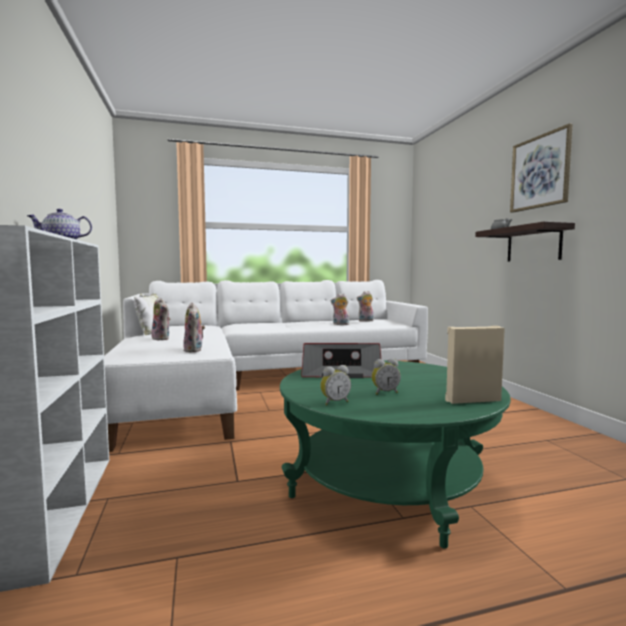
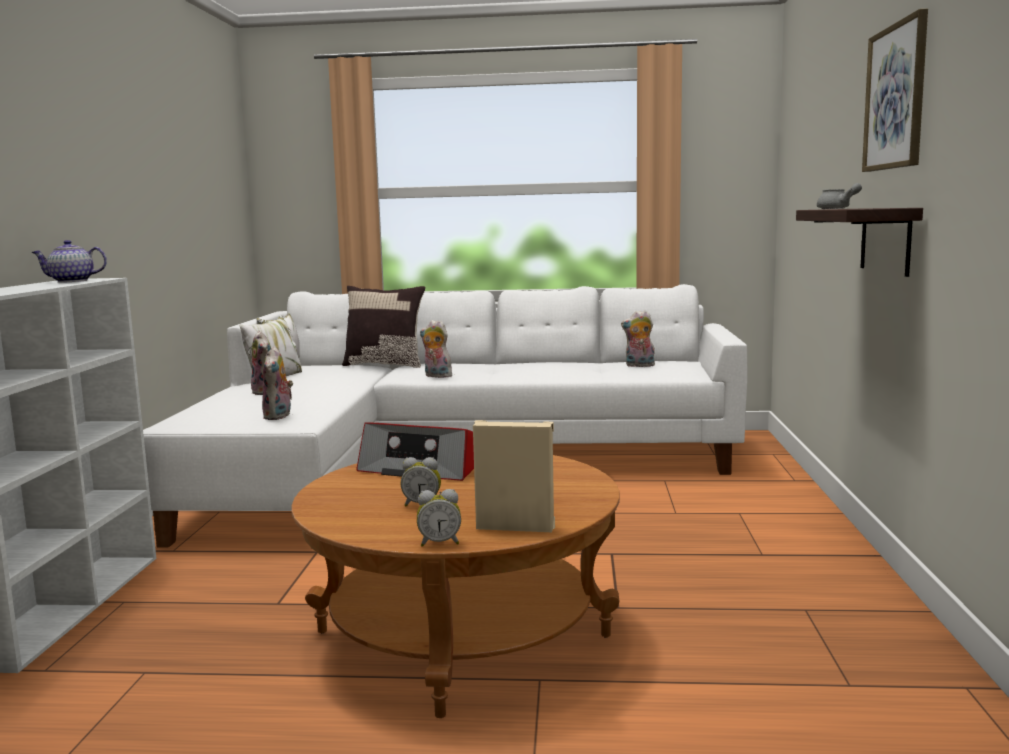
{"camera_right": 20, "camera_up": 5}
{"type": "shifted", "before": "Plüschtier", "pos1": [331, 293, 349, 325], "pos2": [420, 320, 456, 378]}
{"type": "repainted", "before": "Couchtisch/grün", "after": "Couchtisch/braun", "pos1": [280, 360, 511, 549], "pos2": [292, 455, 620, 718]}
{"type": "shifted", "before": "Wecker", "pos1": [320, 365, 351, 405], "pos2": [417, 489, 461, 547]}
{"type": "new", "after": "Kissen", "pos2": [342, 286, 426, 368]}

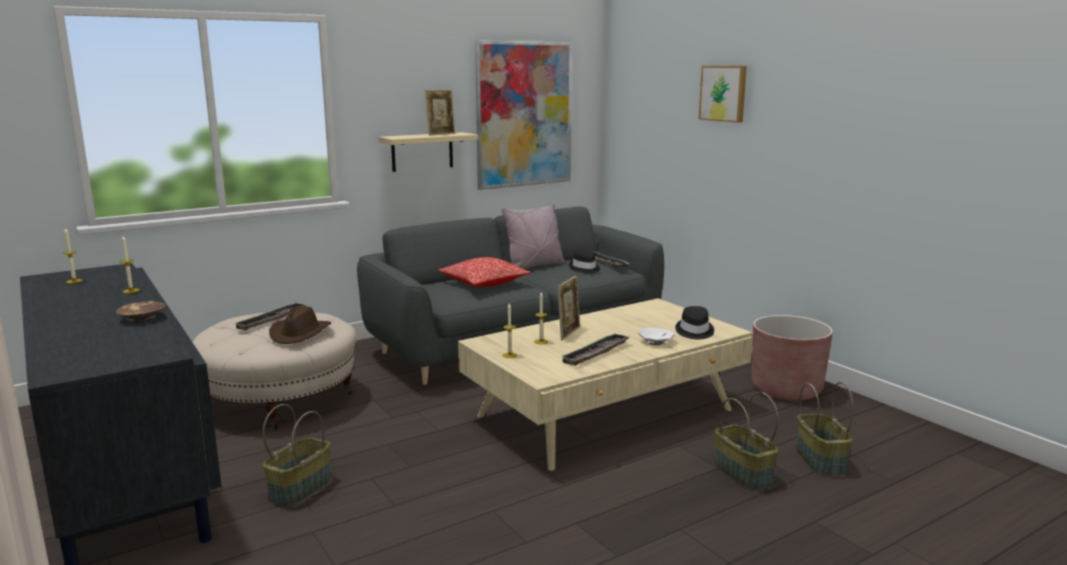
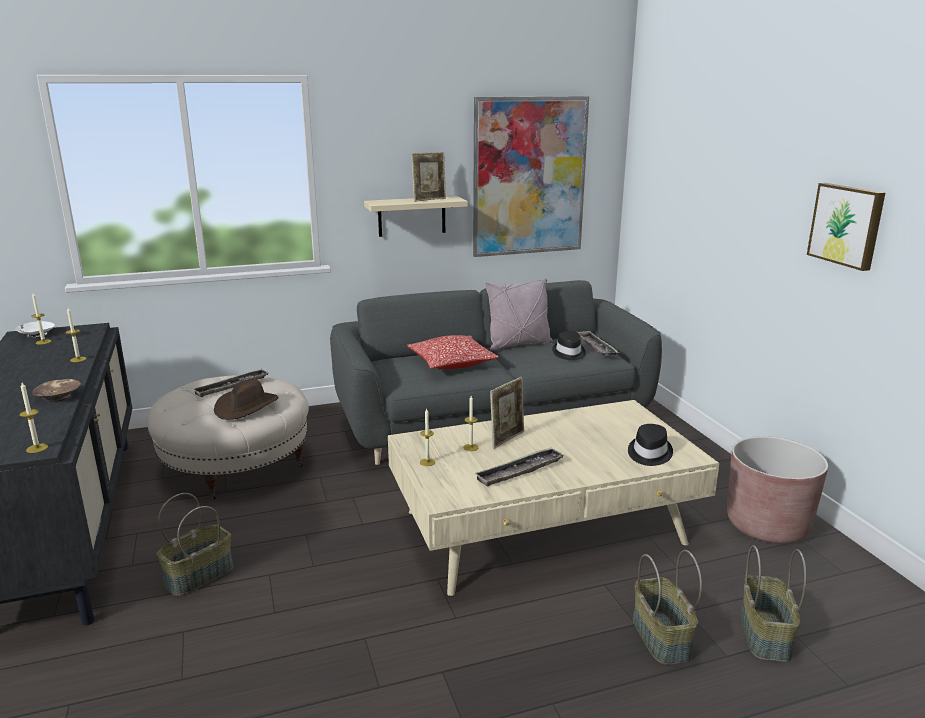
{"camera_right": 15, "camera_up": 5}
{"type": "shifted", "before": "Bild", "pos1": [699, 66, 747, 123], "pos2": [807, 183, 885, 271]}
{"type": "shifted", "before": "Schüssel/weiß", "pos1": [638, 327, 675, 345], "pos2": [15, 321, 55, 338]}
{"type": "new", "after": "Kerze", "pos2": [20, 382, 48, 453]}

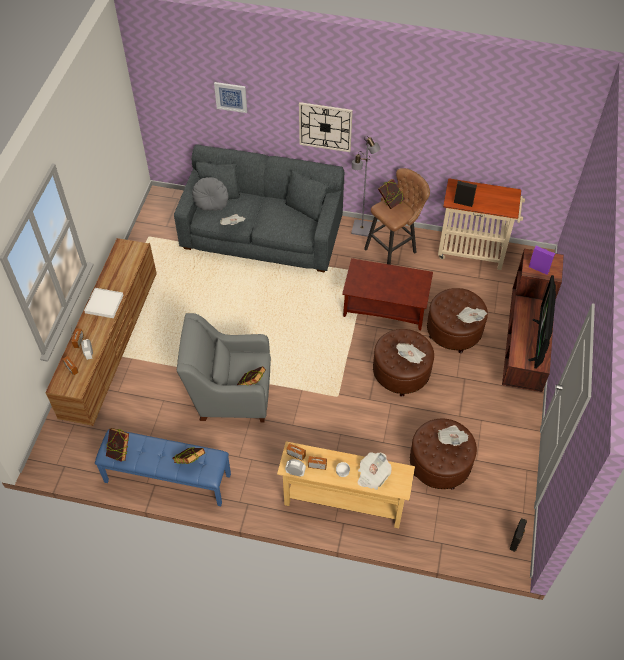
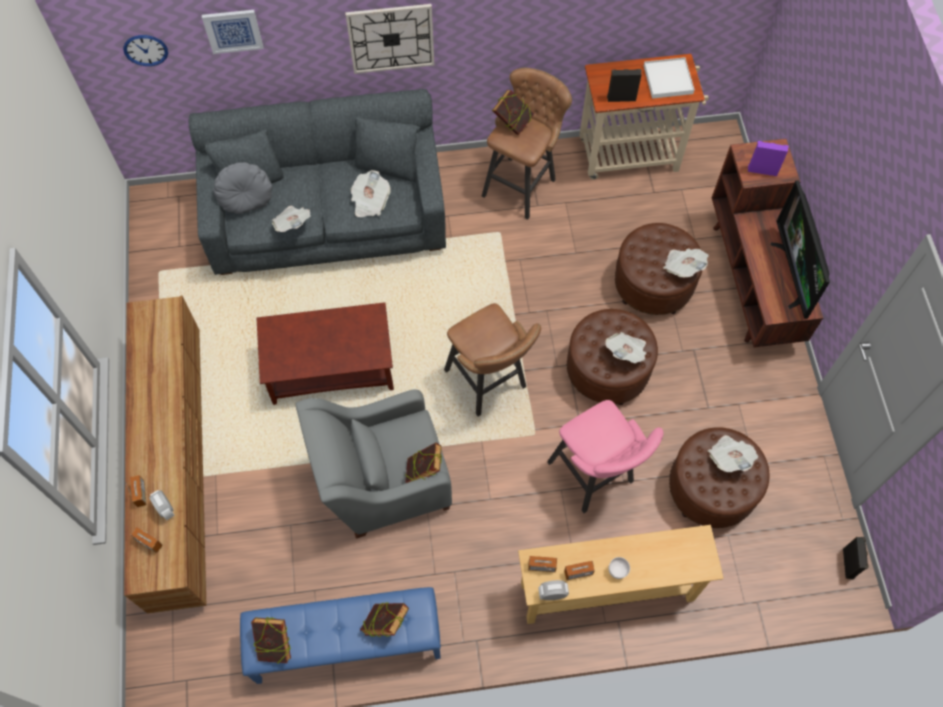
{"camera_right": -20, "camera_up": 10}
{"type": "gone", "before": "Stehlampe/grau", "pos1": [351, 136, 381, 237]}
{"type": "shifted", "before": "Couchtisch/braun", "pos1": [342, 258, 433, 330], "pos2": [256, 302, 394, 405]}
{"type": "shifted", "before": "Tablett/weiß", "pos1": [84, 288, 124, 318], "pos2": [644, 57, 695, 99]}
{"type": "shifted", "before": "Zeitung", "pos1": [357, 452, 392, 490], "pos2": [351, 170, 391, 217]}
{"type": "new", "after": "Wanduhr", "pos2": [123, 35, 168, 66]}
{"type": "new", "after": "Hocker/braun", "pos2": [444, 303, 541, 416]}
{"type": "new", "after": "Hocker/rosa", "pos2": [547, 400, 664, 513]}

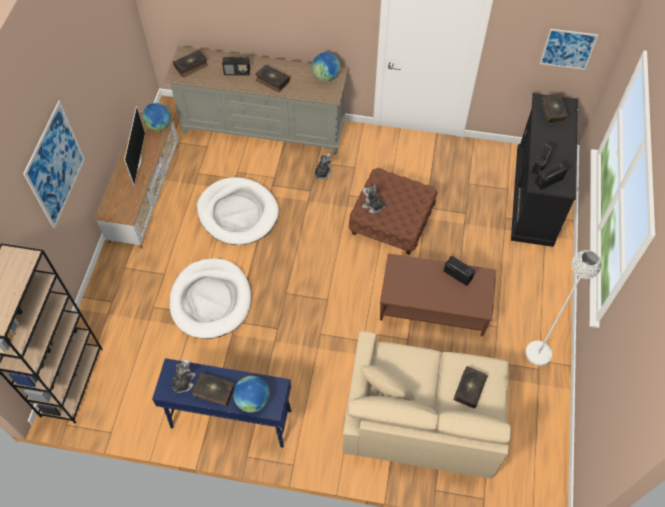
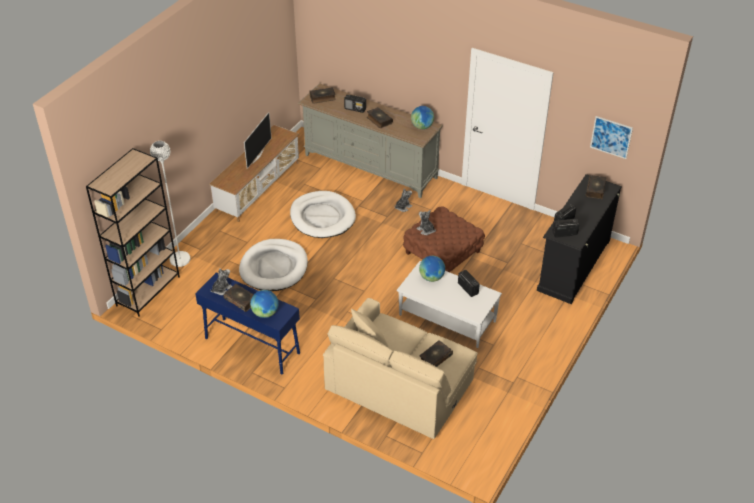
{"camera_right": 20, "camera_up": -15}
{"type": "gone", "before": "Bild", "pos1": [23, 101, 85, 229]}
{"type": "shifted", "before": "Globus", "pos1": [142, 103, 171, 131], "pos2": [419, 256, 445, 282]}
{"type": "shifted", "before": "Stehlampe/weiß", "pos1": [525, 250, 602, 366], "pos2": [150, 141, 190, 267]}
{"type": "repainted", "before": "Couchtisch/braun", "after": "Couchtisch/weiß", "pos1": [380, 253, 496, 337], "pos2": [397, 261, 502, 348]}

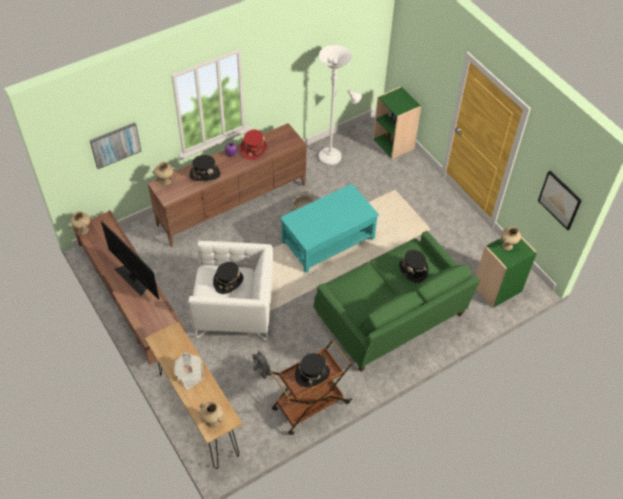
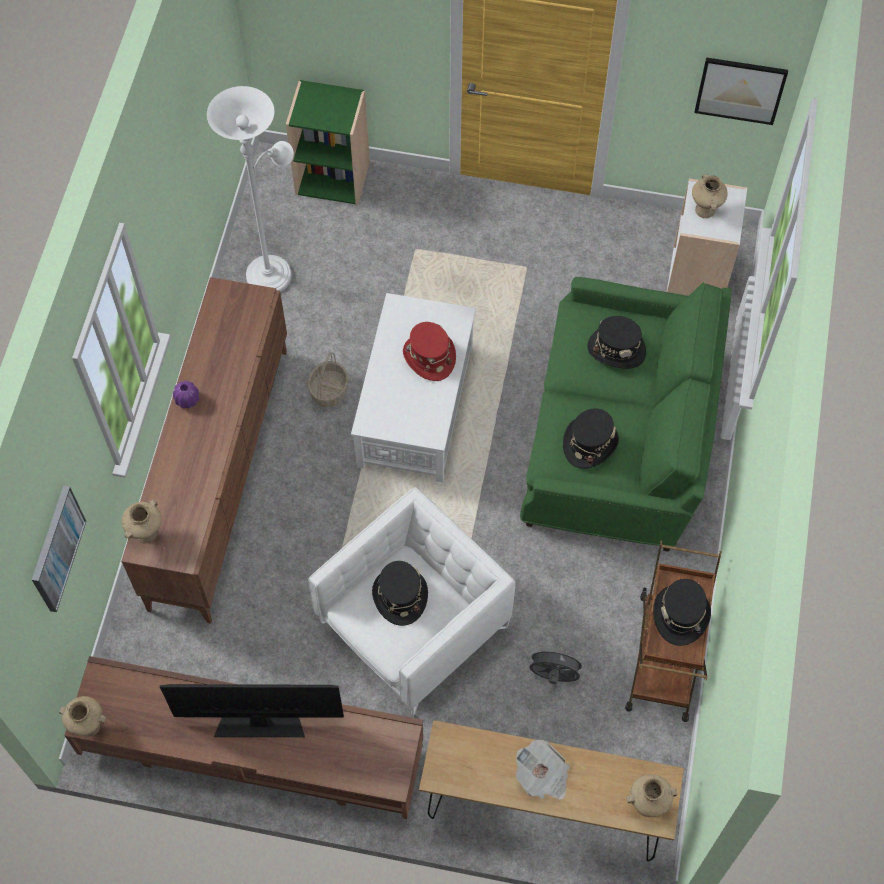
{"camera_right": -45, "camera_up": 10}
{"type": "shifted", "before": "Hut/rot", "pos1": [240, 130, 267, 160], "pos2": [403, 322, 456, 381]}
{"type": "shifted", "before": "Hut/schwarz", "pos1": [190, 155, 221, 181], "pos2": [563, 408, 619, 469]}
{"type": "repainted", "before": "Couchtisch/türkis", "after": "Couchtisch/weiß", "pos1": [280, 184, 379, 273], "pos2": [351, 293, 476, 482]}
{"type": "repainted", "before": "Bücherregal/grün", "after": "Bücherregal/weiß", "pos1": [476, 236, 537, 308], "pos2": [667, 178, 747, 296]}

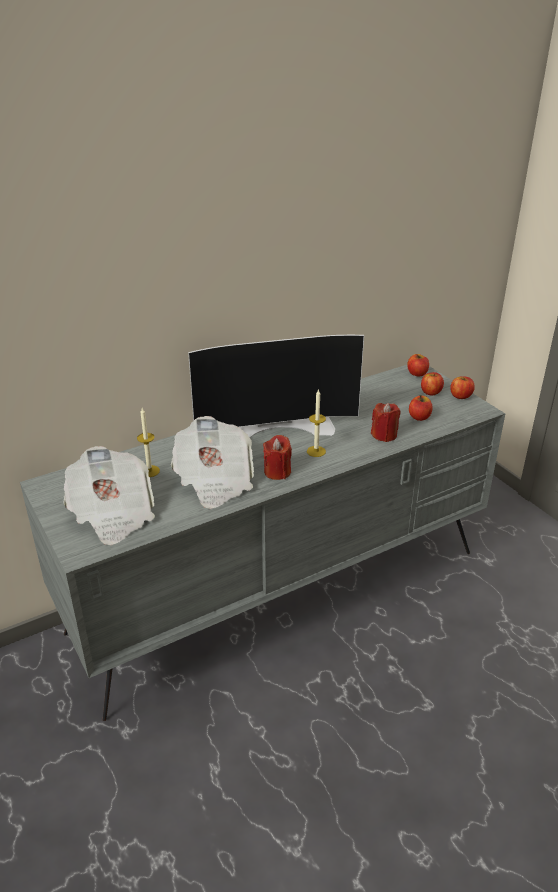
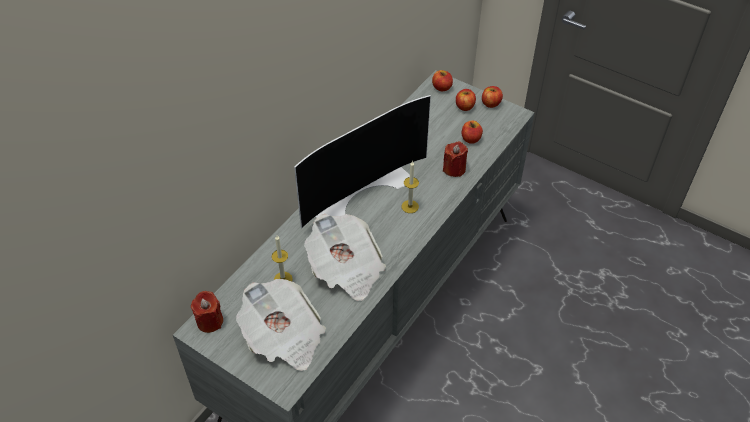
{"camera_right": -25, "camera_up": 15}
{"type": "shifted", "before": "Kerze/rot", "pos1": [263, 435, 292, 480], "pos2": [191, 291, 223, 333]}

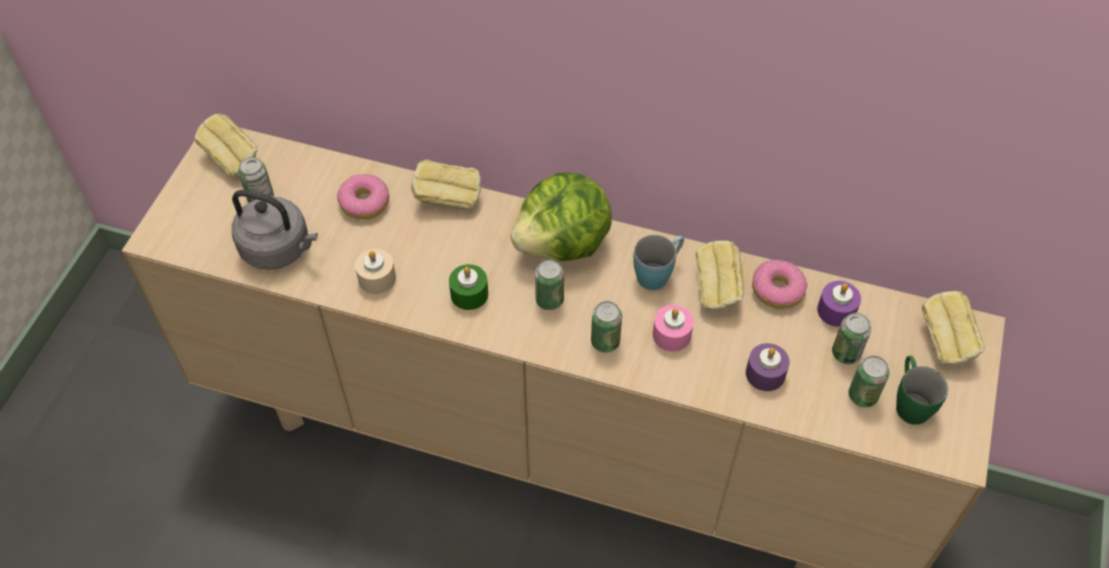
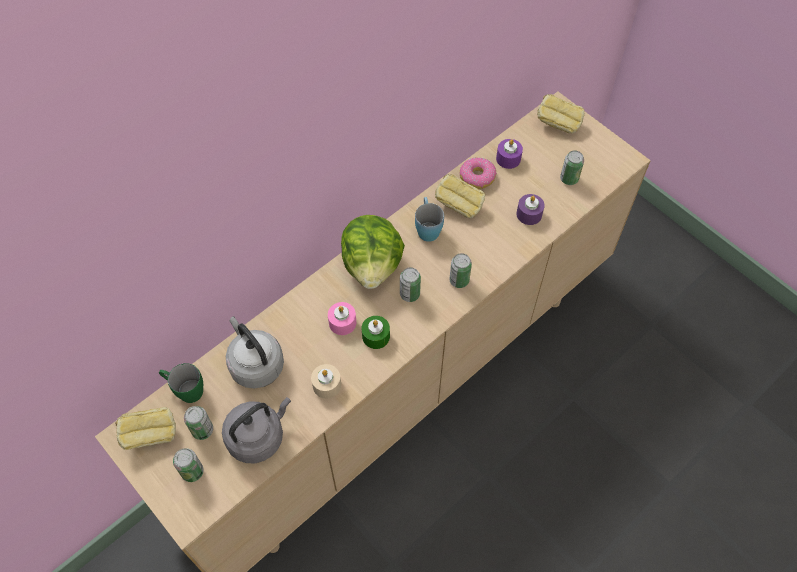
{"camera_right": -60, "camera_up": 5}
{"type": "gone", "before": "Brot", "pos1": [411, 159, 481, 210]}
{"type": "swapped", "before": "Donut", "after": "Wasserkessel/grau", "pos1": [337, 174, 389, 219], "pos2": [226, 316, 284, 388]}
{"type": "shifted", "before": "Kerze/rosa", "pos1": [653, 305, 694, 352], "pos2": [328, 302, 356, 335]}
{"type": "shifted", "before": "Dose", "pos1": [832, 313, 871, 364], "pos2": [173, 448, 204, 482]}
{"type": "shifted", "before": "Henkelbecher/grün", "pos1": [896, 356, 948, 425], "pos2": [159, 363, 203, 403]}

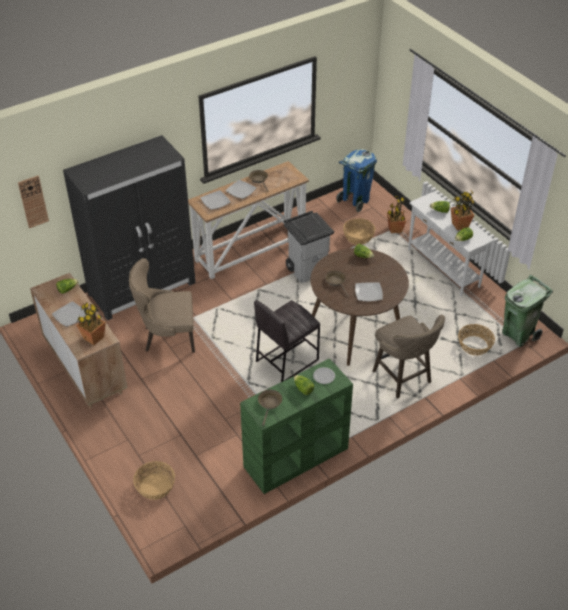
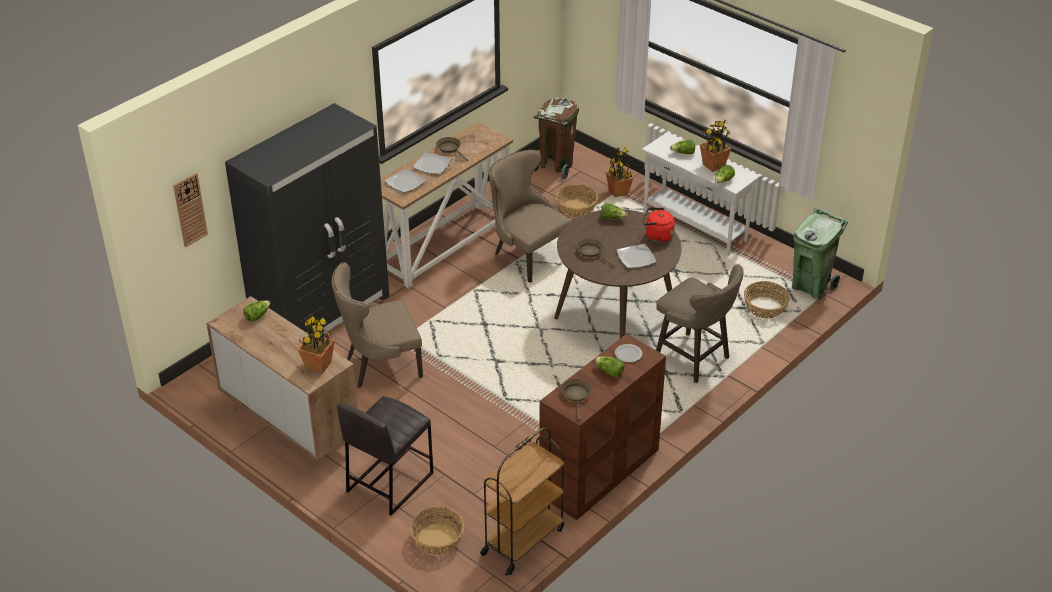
{"camera_right": -15, "camera_up": -5}
{"type": "repainted", "before": "Mülleimer/blau", "after": "Mülleimer/braun", "pos1": [336, 149, 377, 212], "pos2": [533, 98, 579, 180]}
{"type": "swapped", "before": "Mülleimer/grau", "after": "Stuhl/beige", "pos1": [284, 211, 334, 283], "pos2": [489, 150, 572, 283]}
{"type": "shifted", "before": "Hocker/grau", "pos1": [254, 300, 320, 382], "pos2": [337, 396, 433, 516]}
{"type": "gone", "before": "Teller", "pos1": [52, 301, 86, 327]}
{"type": "repainted", "before": "Bücherregal/grün", "after": "Bücherregal/braun", "pos1": [240, 358, 353, 494], "pos2": [539, 334, 666, 520]}
{"type": "new", "after": "Wasserkessel/rot", "pos2": [642, 208, 675, 243]}
{"type": "new", "after": "Rollwagen/braun", "pos2": [480, 428, 564, 576]}

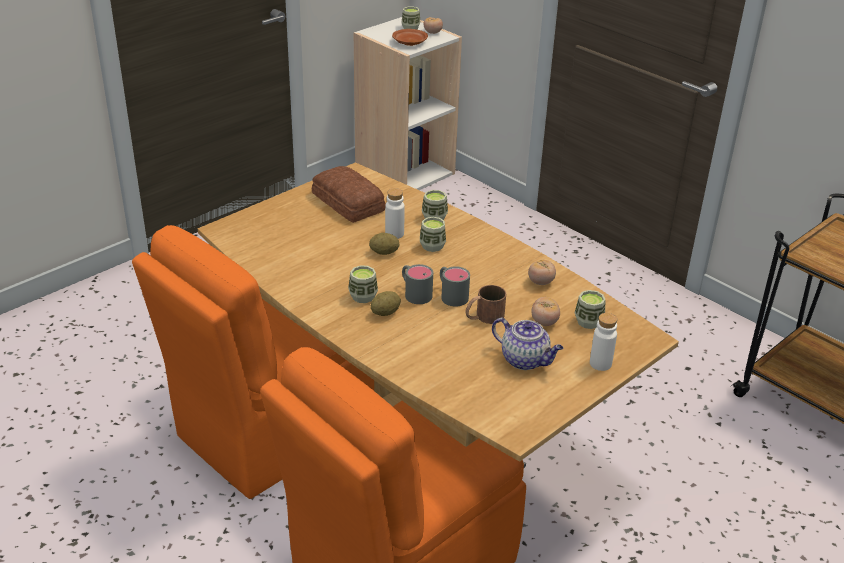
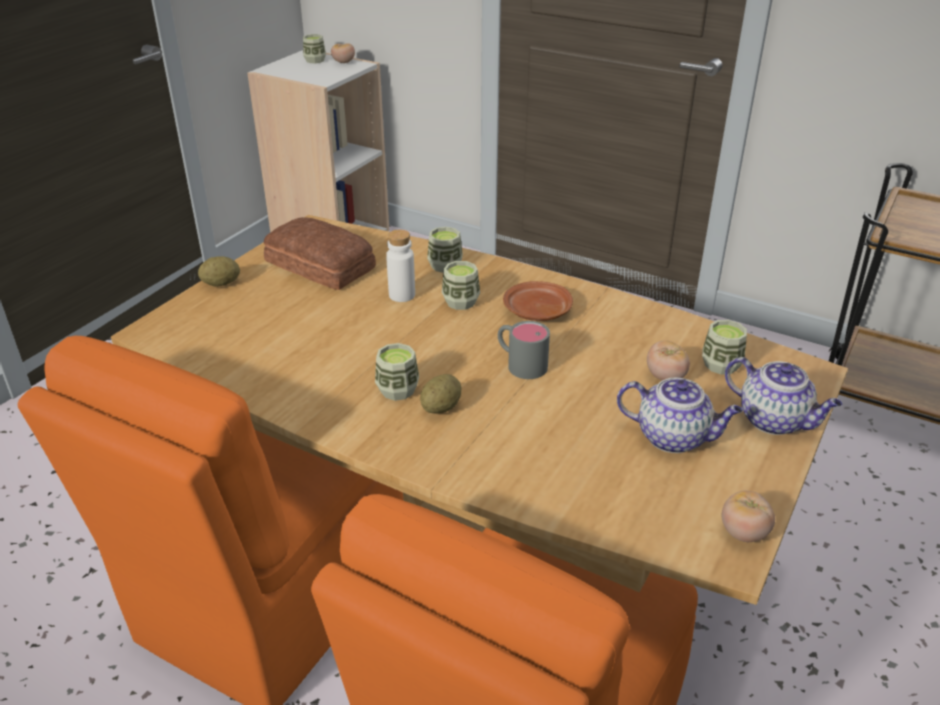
{"camera_right": -15, "camera_up": 0}
{"type": "shifted", "before": "Teller/braun", "pos1": [392, 29, 428, 46], "pos2": [503, 281, 573, 321]}
{"type": "shifted", "before": "Kartoffel", "pos1": [369, 233, 400, 255], "pos2": [198, 256, 240, 287]}
{"type": "shifted", "before": "Tomate", "pos1": [528, 260, 556, 285], "pos2": [722, 490, 775, 542]}
{"type": "gone", "before": "Henkelbecher/grau", "pos1": [402, 264, 433, 304]}
{"type": "gone", "before": "Henkelbecher/braun", "pos1": [465, 285, 506, 324]}
{"type": "swapped", "before": "Flasche/weiß", "after": "Teekanne", "pos1": [590, 313, 617, 371], "pos2": [725, 357, 842, 435]}

